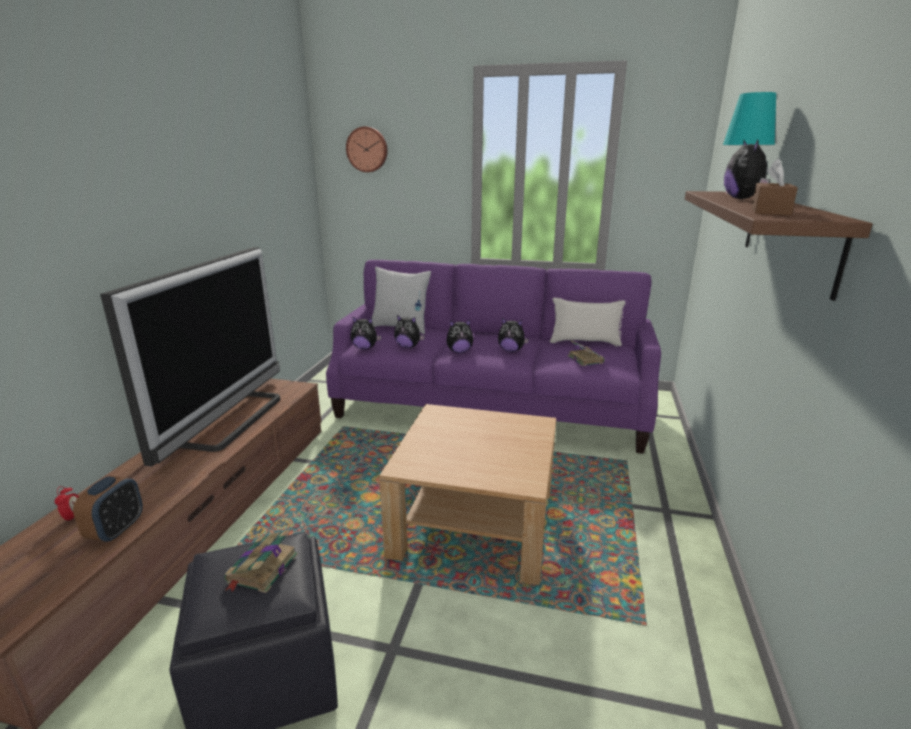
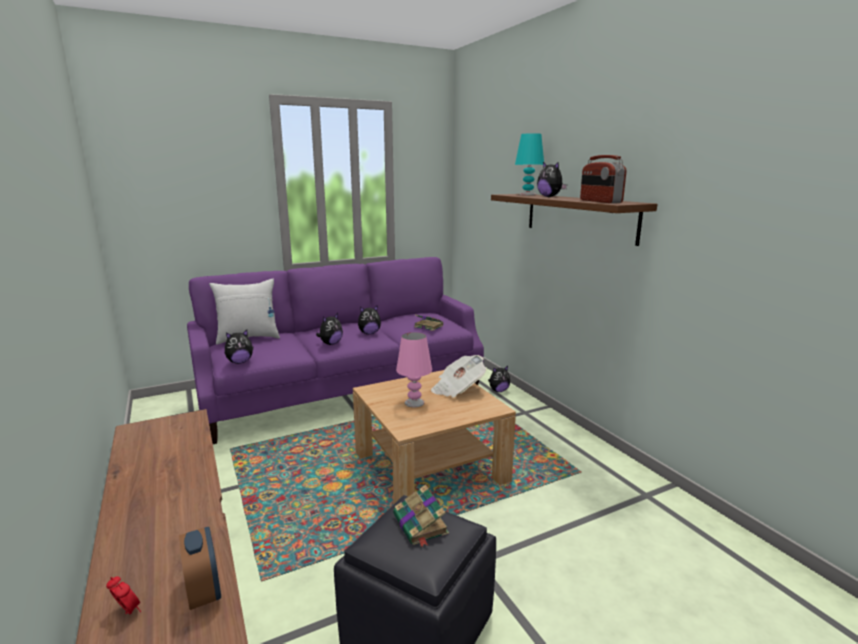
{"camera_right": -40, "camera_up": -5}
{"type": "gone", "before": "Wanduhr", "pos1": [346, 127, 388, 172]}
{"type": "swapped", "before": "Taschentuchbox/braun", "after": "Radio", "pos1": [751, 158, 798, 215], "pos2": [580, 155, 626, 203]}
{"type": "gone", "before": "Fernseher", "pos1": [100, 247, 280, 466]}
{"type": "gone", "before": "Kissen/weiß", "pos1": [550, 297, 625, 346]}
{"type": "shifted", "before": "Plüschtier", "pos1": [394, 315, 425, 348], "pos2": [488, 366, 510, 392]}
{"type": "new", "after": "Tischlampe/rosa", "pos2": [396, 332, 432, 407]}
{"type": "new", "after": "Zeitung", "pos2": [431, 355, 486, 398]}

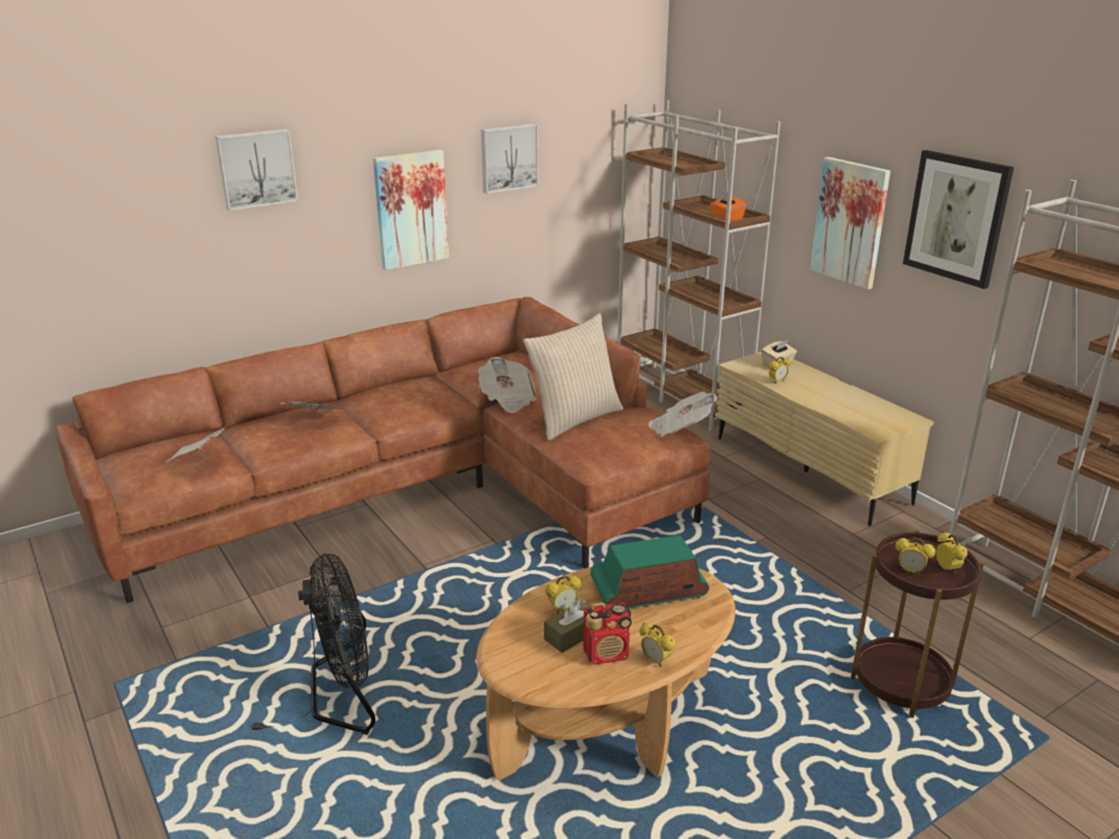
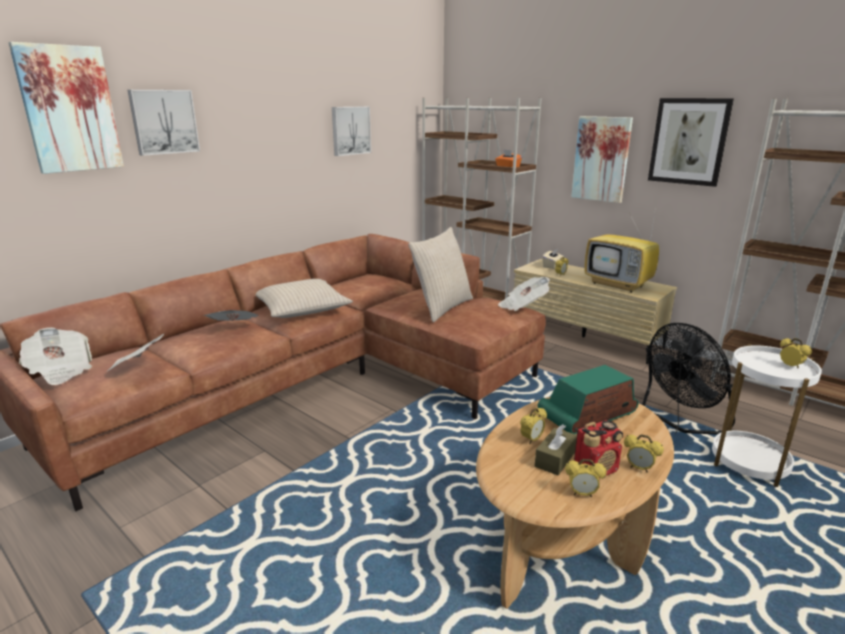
{"camera_right": -15, "camera_up": -5}
{"type": "shifted", "before": "Bild", "pos1": [373, 150, 449, 270], "pos2": [8, 42, 124, 174]}
{"type": "shifted", "before": "Zeitung", "pos1": [478, 357, 537, 413], "pos2": [19, 327, 92, 385]}
{"type": "repainted", "before": "Beistelltisch/braun", "after": "Beistelltisch/weiß", "pos1": [851, 530, 984, 718], "pos2": [712, 344, 822, 487]}
{"type": "shifted", "before": "Wecker", "pos1": [895, 537, 936, 575], "pos2": [565, 459, 607, 497]}
{"type": "shifted", "before": "Ventilator/schwarz", "pos1": [249, 553, 375, 735], "pos2": [642, 323, 735, 434]}
{"type": "new", "after": "Fernseher", "pos2": [584, 210, 659, 293]}
{"type": "new", "after": "Kissen/beige", "pos2": [256, 279, 353, 318]}

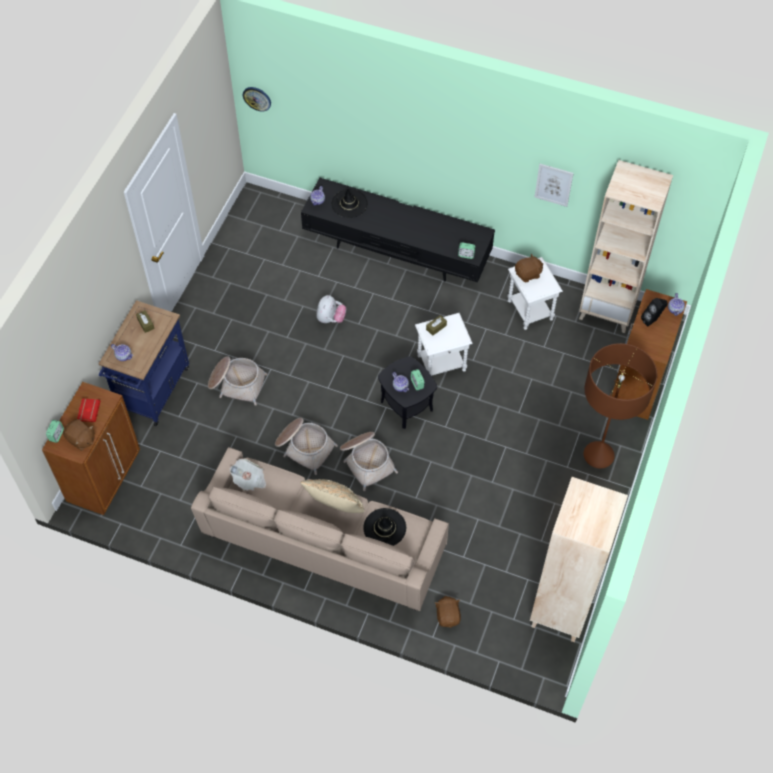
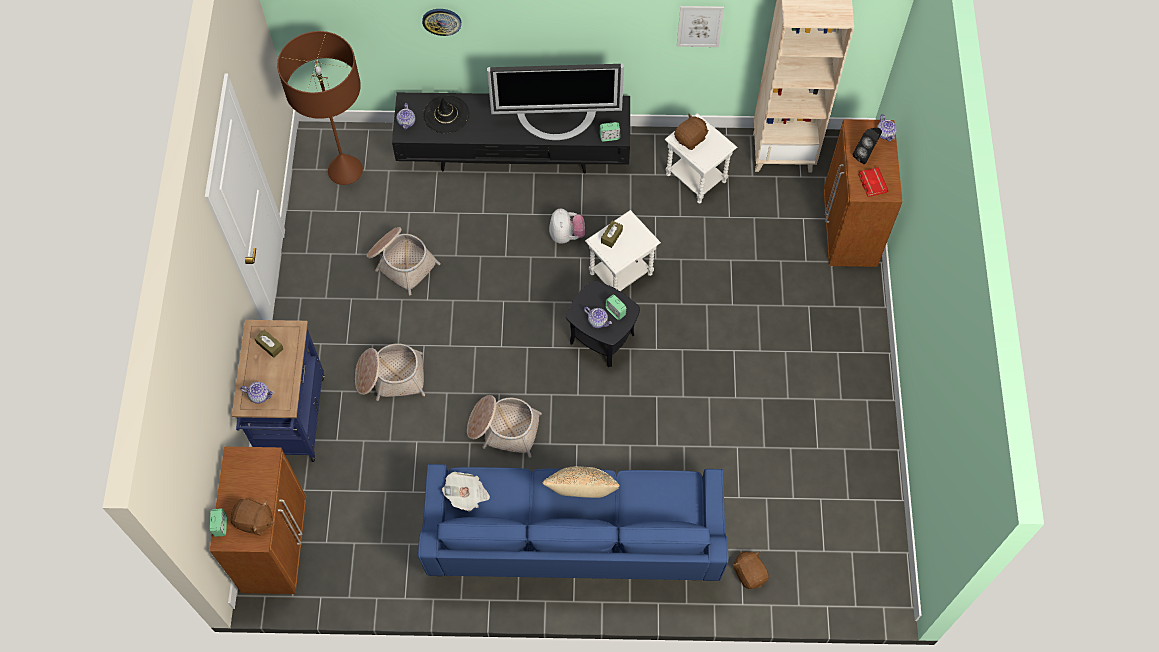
{"camera_right": -20, "camera_up": 5}
{"type": "shifted", "before": "Wanduhr", "pos1": [243, 87, 271, 111], "pos2": [422, 9, 461, 36]}
{"type": "shifted", "before": "Plüschtier", "pos1": [316, 295, 346, 323], "pos2": [549, 209, 585, 244]}
{"type": "shifted", "before": "Stehlampe/braun", "pos1": [584, 343, 658, 468], "pos2": [277, 31, 363, 185]}
{"type": "shifted", "before": "Buch/rot", "pos1": [77, 398, 100, 422], "pos2": [858, 167, 888, 197]}
{"type": "shifted", "before": "Korb", "pos1": [340, 432, 398, 491], "pos2": [367, 227, 440, 296]}
{"type": "repainted", "before": "Sofa/beige", "after": "Sofa/blau", "pos1": [191, 447, 449, 611], "pos2": [418, 464, 728, 581]}
{"type": "gone", "before": "Bücherregal/beige", "pos1": [530, 477, 628, 642]}
{"type": "gone", "before": "Hut/schwarz", "pos1": [363, 508, 406, 546]}
{"type": "new", "after": "Fernseher", "pos2": [487, 63, 624, 140]}

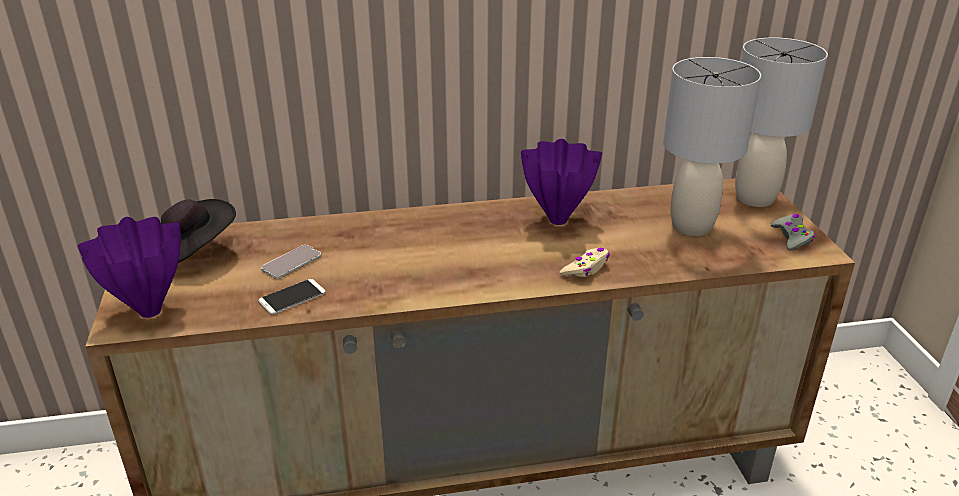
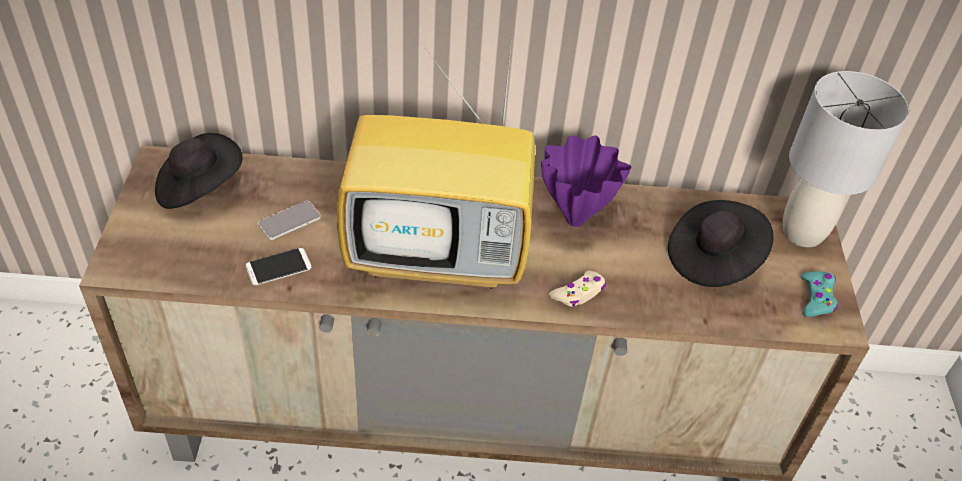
{"camera_right": 10, "camera_up": 15}
{"type": "swapped", "before": "Tischlampe/grau", "after": "Hut/schwarz", "pos1": [663, 57, 761, 236], "pos2": [668, 200, 774, 287]}
{"type": "repainted", "before": "Gamepad/grau", "after": "Gamepad/türkis", "pos1": [771, 214, 815, 251], "pos2": [801, 271, 838, 317]}
{"type": "gone", "before": "Vase/lila", "pos1": [77, 217, 181, 318]}
{"type": "new", "after": "Fernseher", "pos2": [337, 38, 535, 289]}

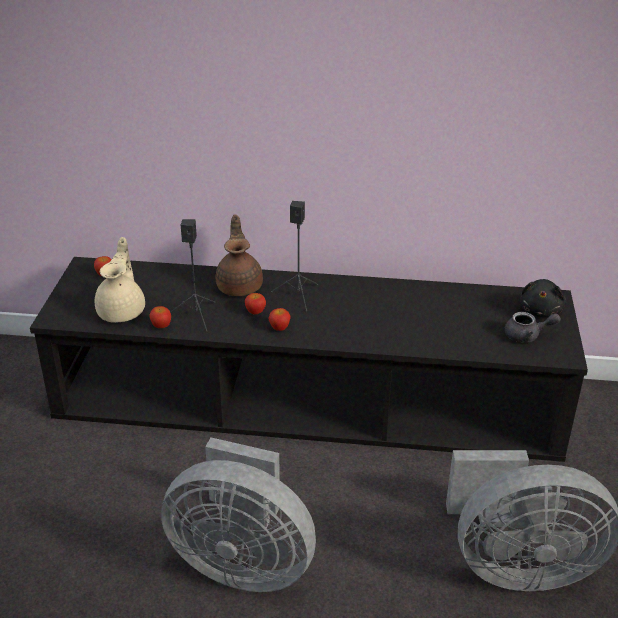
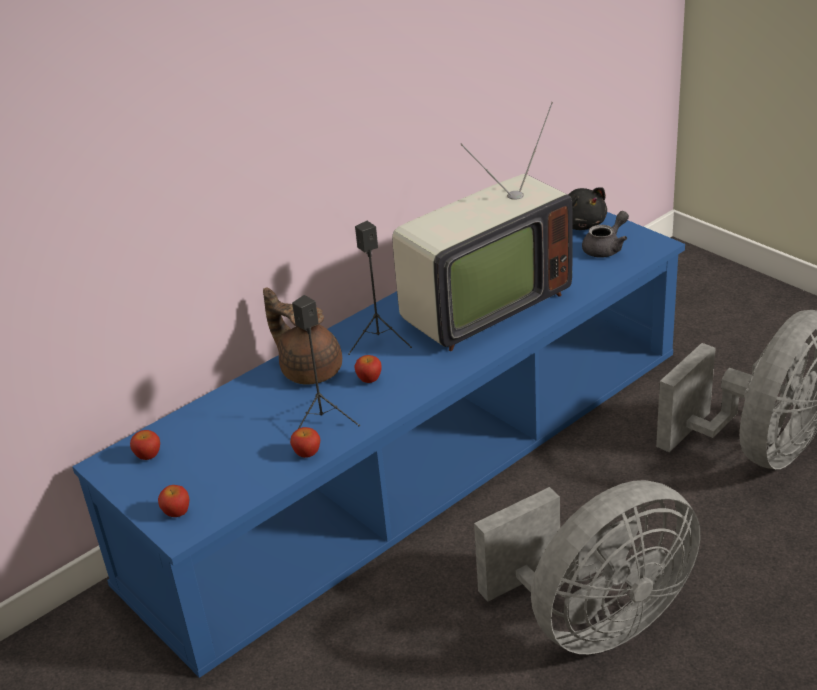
{"camera_right": -45, "camera_up": 0}
{"type": "gone", "before": "Teekanne/beige", "pos1": [95, 237, 145, 323]}
{"type": "repainted", "before": "Fernsehschrank/schwarz", "after": "Fernsehschrank/blau", "pos1": [30, 257, 588, 462], "pos2": [72, 212, 685, 678]}
{"type": "shifted", "before": "Apfel", "pos1": [269, 308, 291, 331], "pos2": [158, 485, 189, 517]}
{"type": "new", "after": "Fernseher", "pos2": [392, 102, 573, 351]}

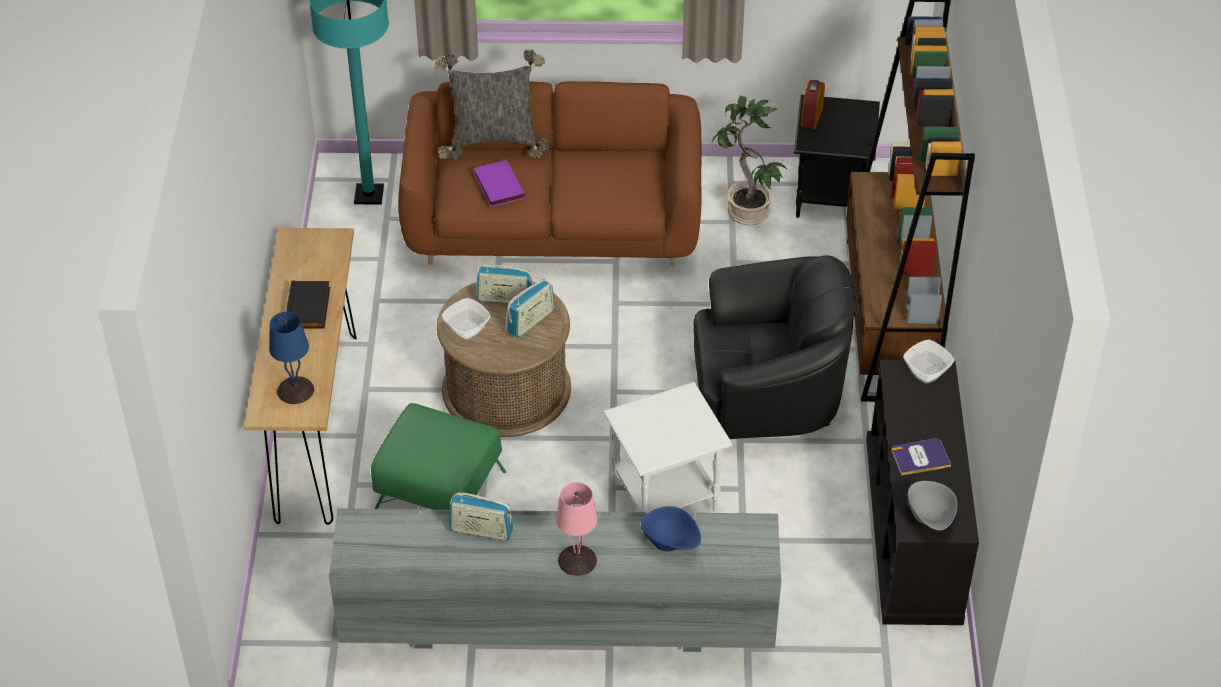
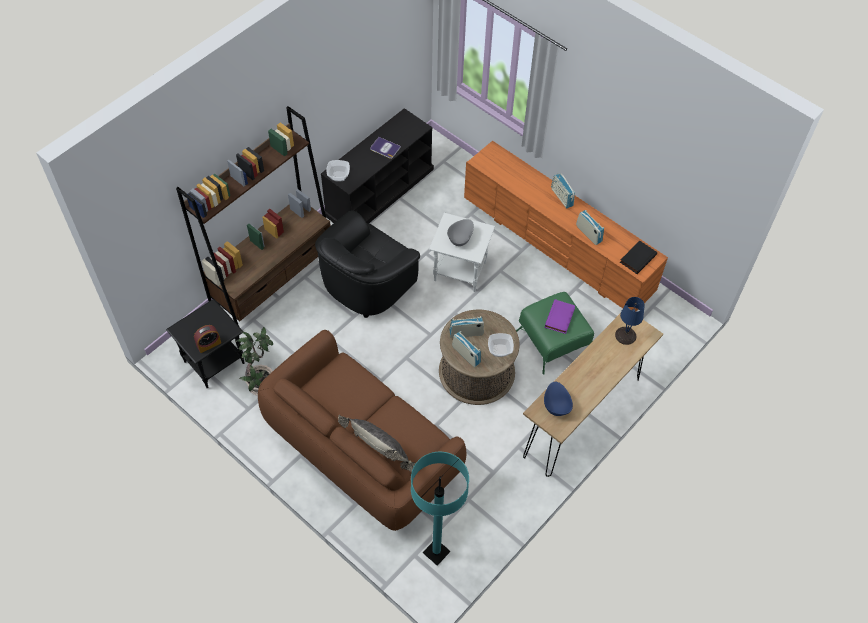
{"camera_right": -140, "camera_up": 10}
{"type": "shifted", "before": "Buch/lila", "pos1": [474, 160, 525, 207], "pos2": [545, 299, 575, 334]}
{"type": "rotated", "before": "Sessel/schwarz", "pos1": [693, 255, 856, 439], "pos2": [315, 210, 420, 318], "turn": -90}
{"type": "shifted", "before": "Buch/schwarz", "pos1": [286, 280, 330, 329], "pos2": [620, 241, 657, 274]}
{"type": "shifted", "before": "Schüssel/grau", "pos1": [908, 481, 957, 530], "pos2": [447, 219, 474, 246]}
{"type": "swapped", "before": "Tischlampe/rosa", "after": "Radio", "pos1": [556, 482, 598, 576], "pos2": [551, 173, 575, 208]}
{"type": "shifted", "before": "Schüssel/blau", "pos1": [641, 506, 701, 551], "pos2": [544, 382, 573, 416]}
{"type": "repainted", "before": "Schrank/grau", "after": "Schrank/orange", "pos1": [329, 509, 781, 652], "pos2": [464, 140, 668, 312]}

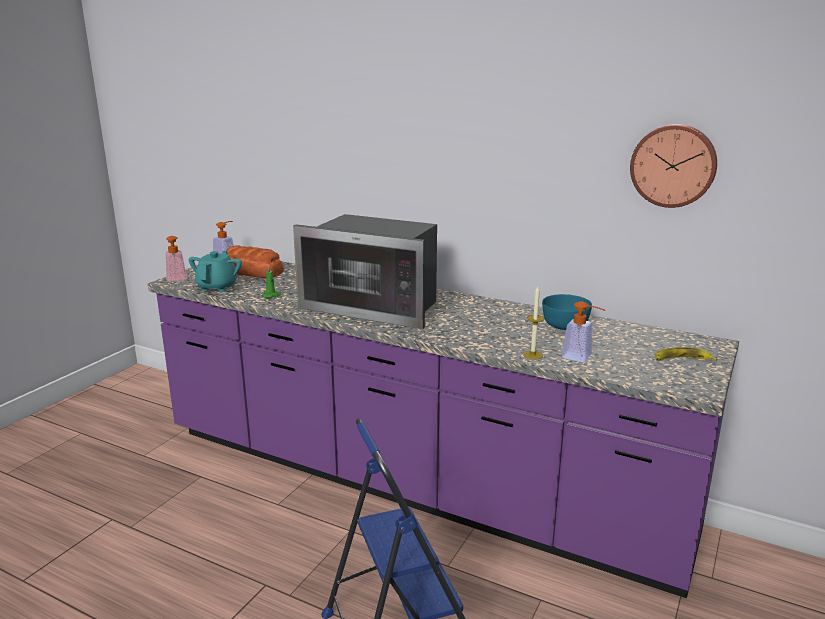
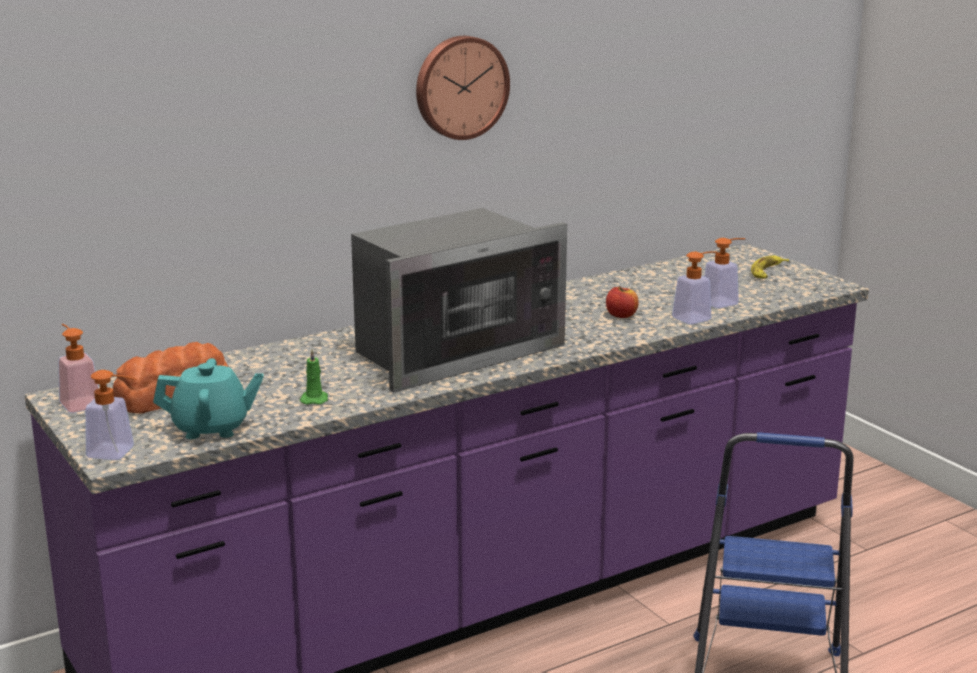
{"camera_right": -60, "camera_up": 0}
{"type": "shifted", "before": "Wanduhr", "pos1": [630, 124, 717, 208], "pos2": [416, 36, 510, 140]}
{"type": "rotated", "before": "Teekanne/türkis", "pos1": [189, 251, 242, 292], "pos2": [153, 358, 264, 439], "turn": 135}
{"type": "swapped", "before": "Kerze", "after": "Seifenspender", "pos1": [523, 286, 544, 360], "pos2": [672, 251, 717, 325]}
{"type": "gone", "before": "Schüssel/türkis", "pos1": [542, 294, 592, 330]}
{"type": "new", "after": "Apfel", "pos2": [606, 286, 639, 318]}

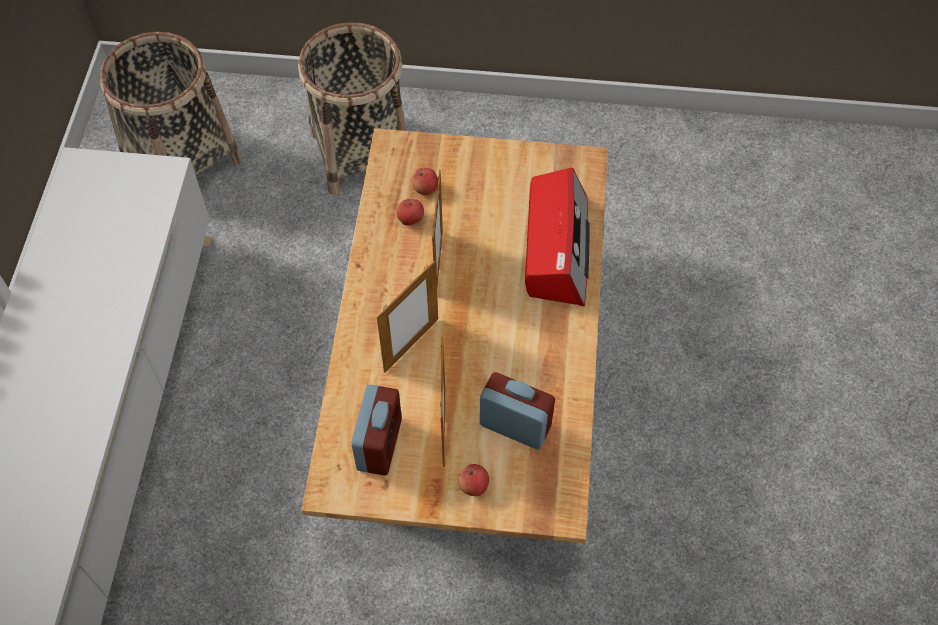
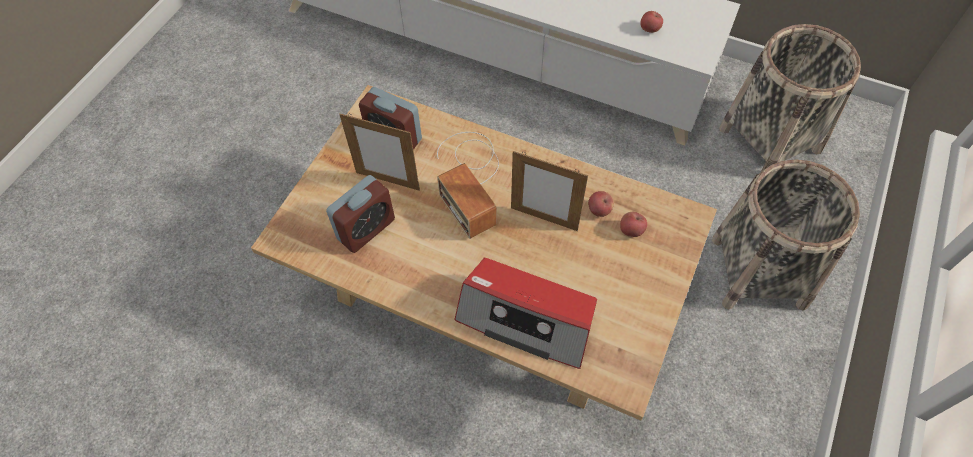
{"camera_right": 110, "camera_up": 0}
{"type": "swapped", "before": "Bilderrahmen", "after": "Radio", "pos1": [377, 260, 438, 373], "pos2": [437, 132, 499, 239]}
{"type": "shifted", "before": "Apfel", "pos1": [459, 464, 489, 496], "pos2": [640, 11, 663, 33]}

